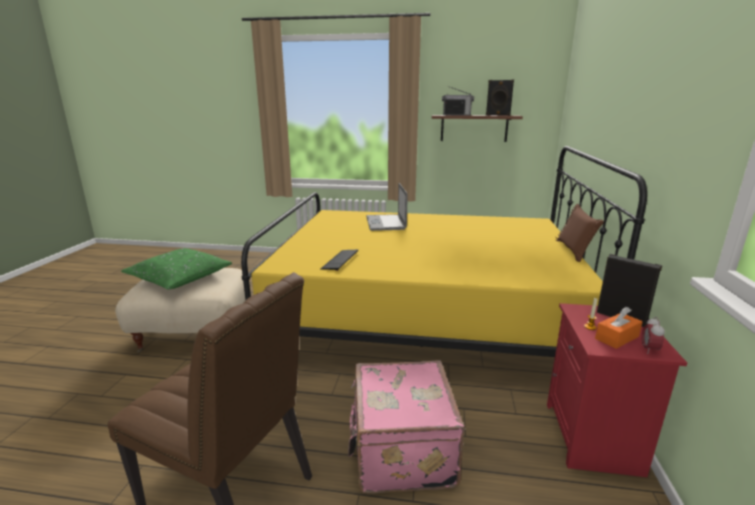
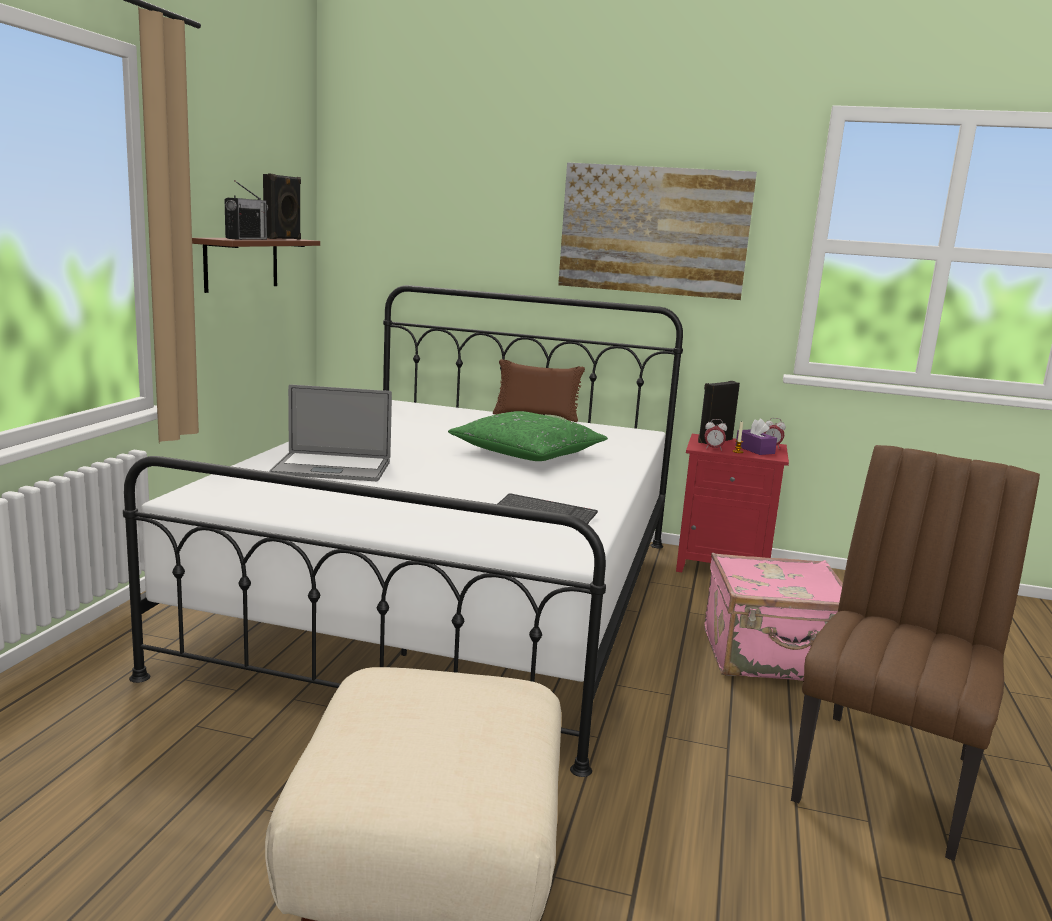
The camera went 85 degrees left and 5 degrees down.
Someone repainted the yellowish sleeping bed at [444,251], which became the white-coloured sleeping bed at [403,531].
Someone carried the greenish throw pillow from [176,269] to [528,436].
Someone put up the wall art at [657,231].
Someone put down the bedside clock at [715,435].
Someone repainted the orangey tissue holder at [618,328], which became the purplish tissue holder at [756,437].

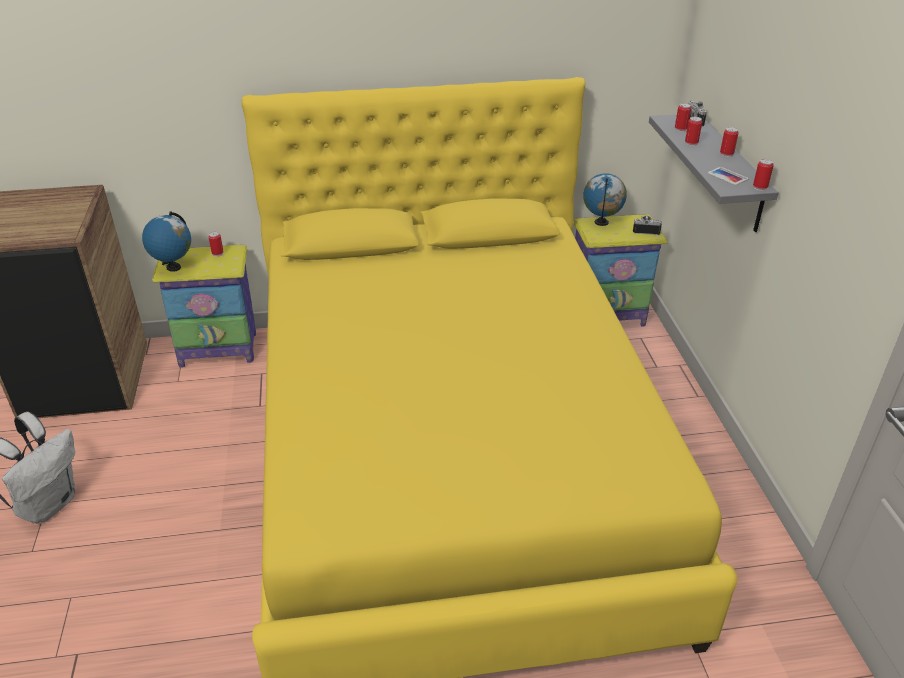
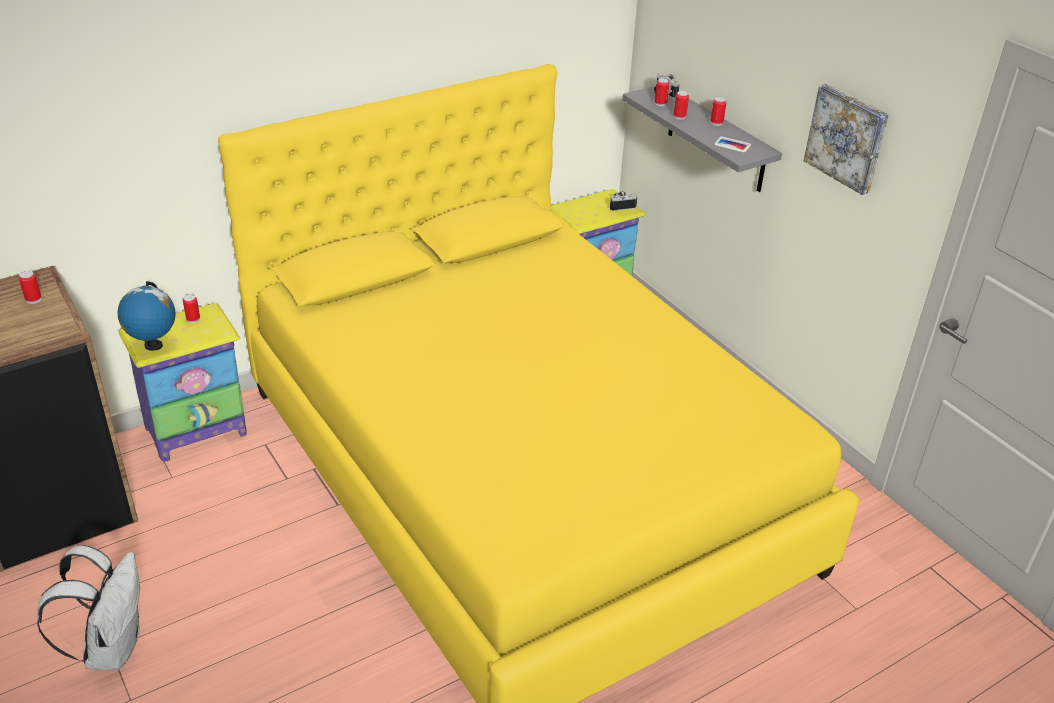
The camera went 25 degrees left and 0 degrees up.
Someone carried the sealed can from [763,175] to [30,287].
Someone put up the wall art at [846,139].
Someone took away the world globe at [605,199].

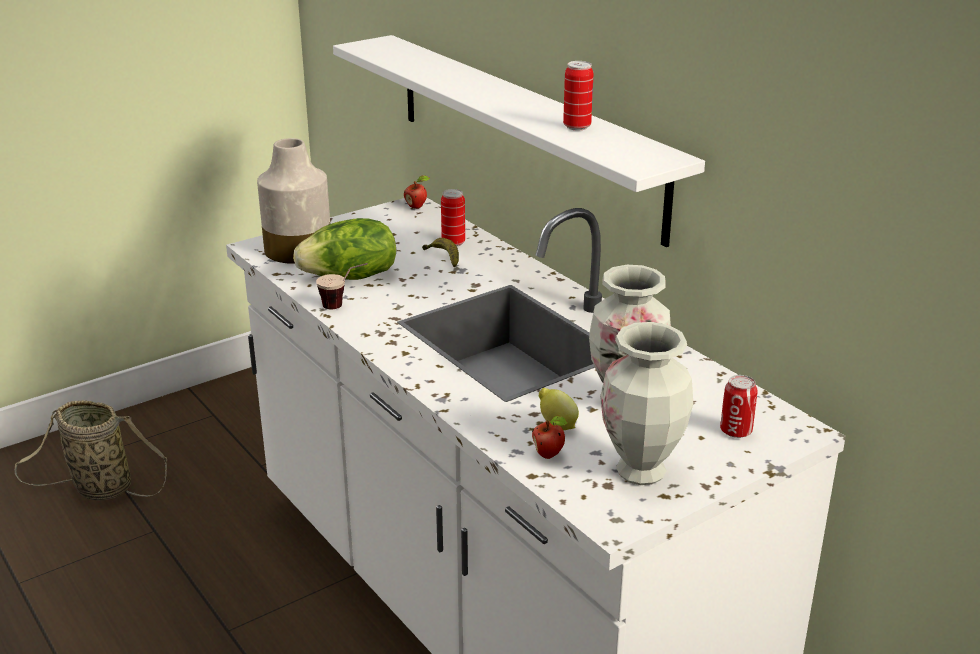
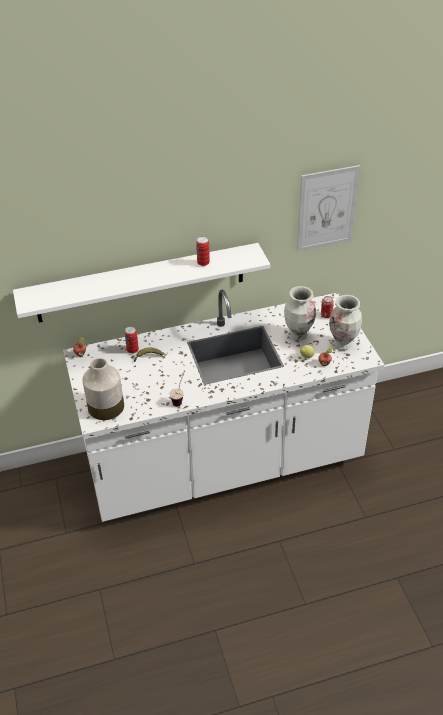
The camera went 70 degrees left and 15 degrees up.
Someone put up the wall art at [329,208].
Someone took away the storage basket at [91,450].
Someone took away the lettuce head at [344,249].

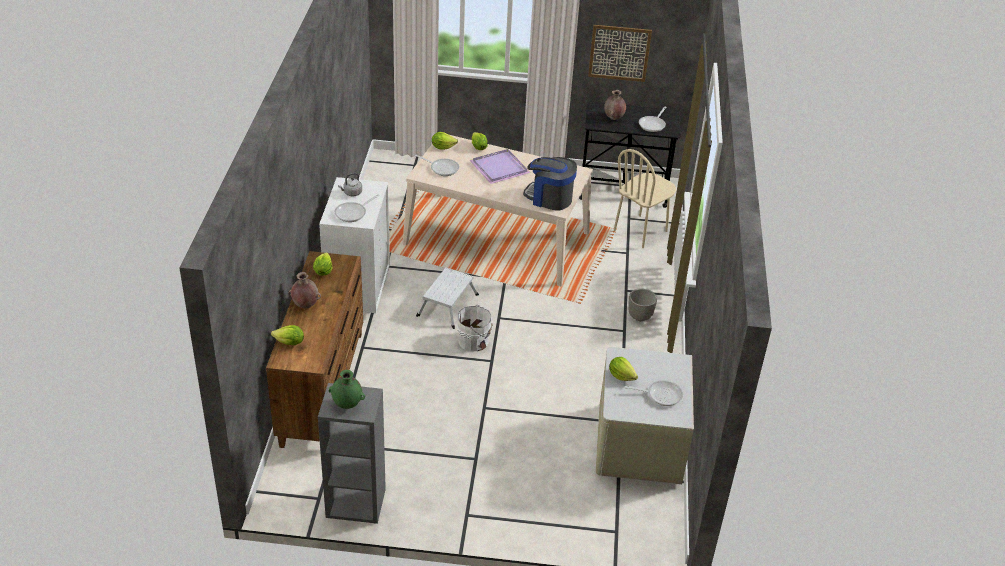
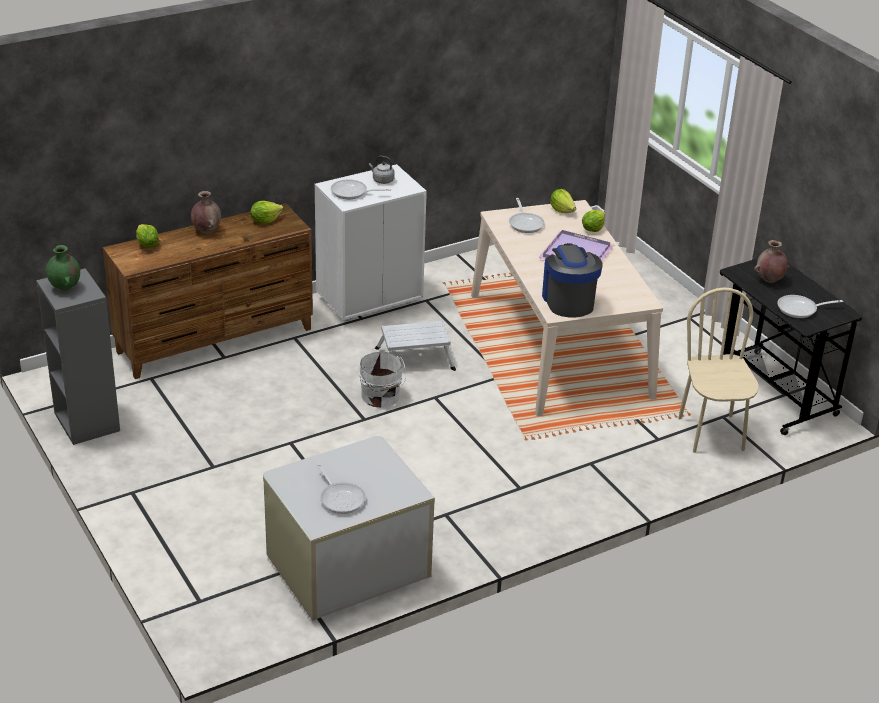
The camera went 55 degrees right and 5 degrees down.
Someone rotated the beige-coloured chair at [645,198] by 75 degrees clockwise.
Someone took away the wall art at [620,53].
Someone took away the lettuce head at [623,369].
Someone took away the plant pot at [642,304].

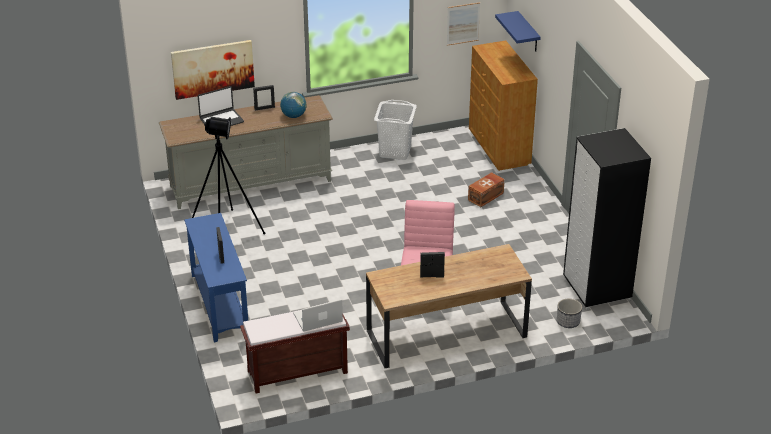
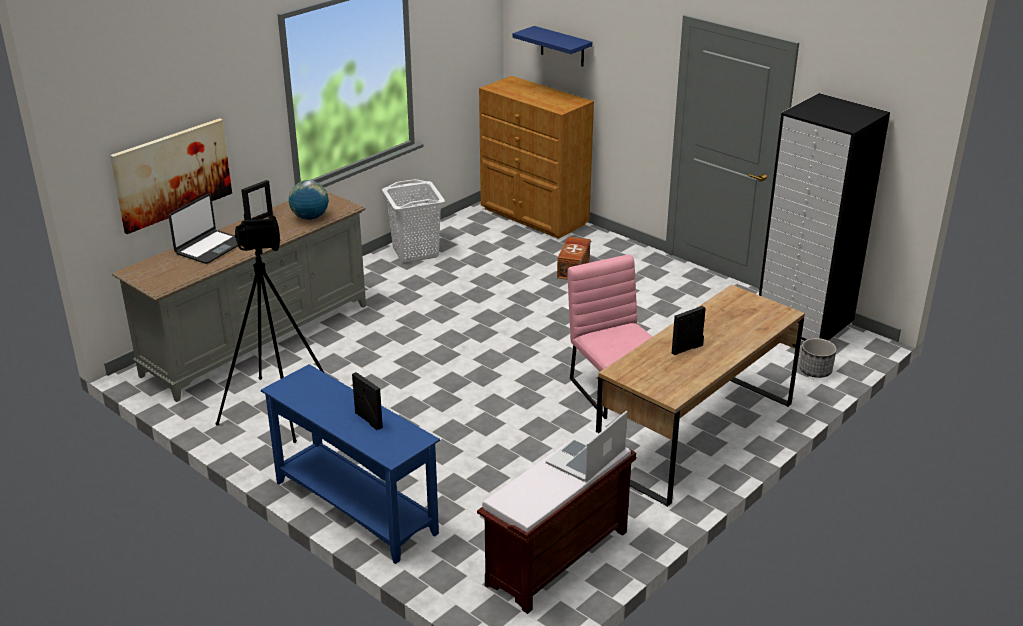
The camera went 30 degrees left and 5 degrees down.
Someone took away the wall art at [463,24].

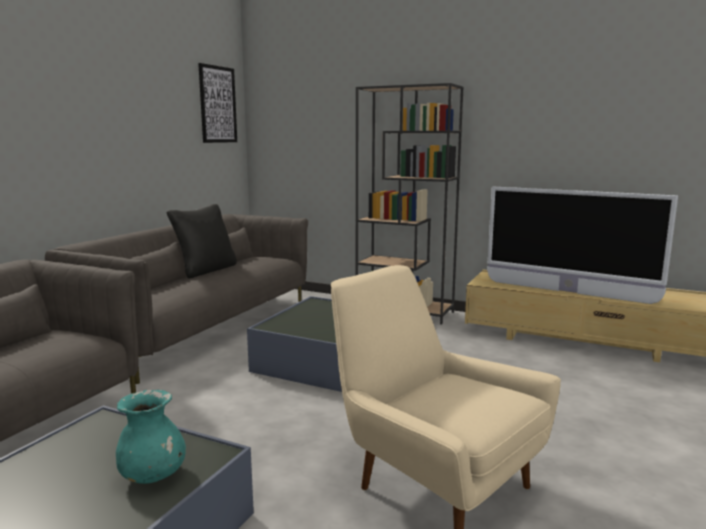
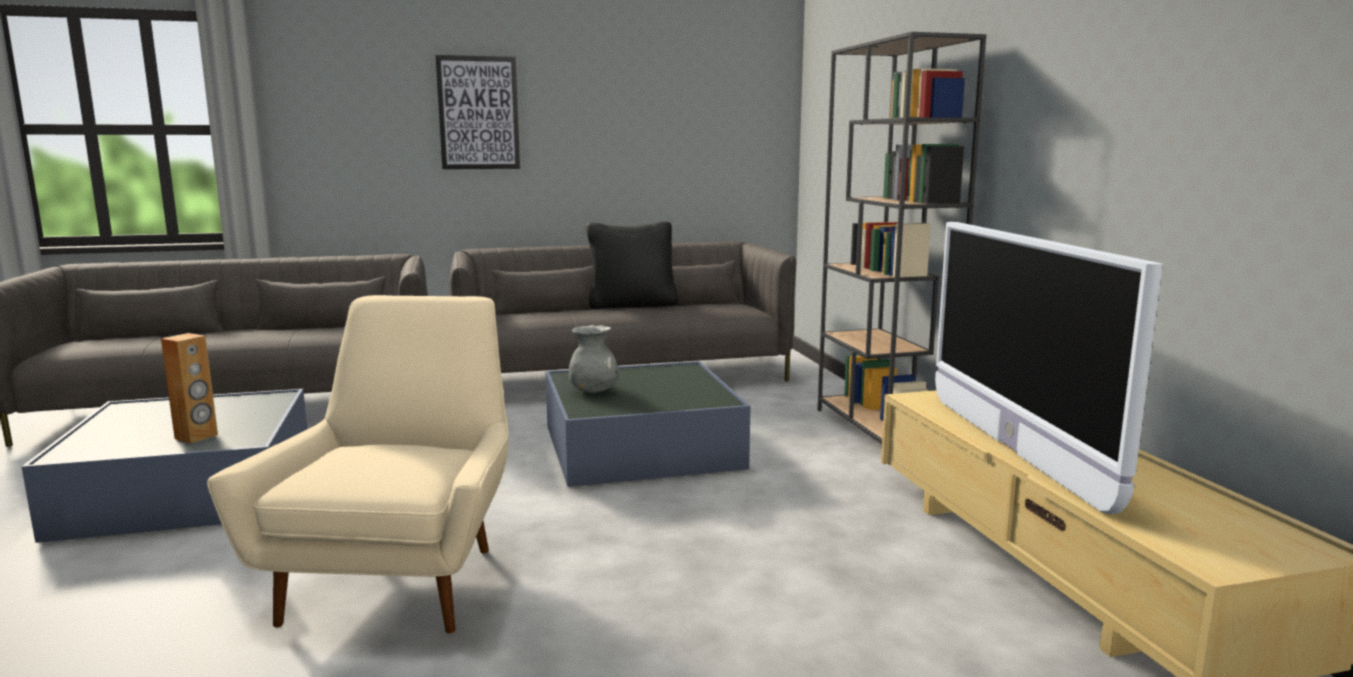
The camera went 50 degrees right and 0 degrees up.
Someone swapped the blue-green vase at [151,437] for the brown-coloured audio speaker at [189,388].
Someone carried the wall art from [217,103] to [478,112].
Someone put down the greyish vase at [594,359].

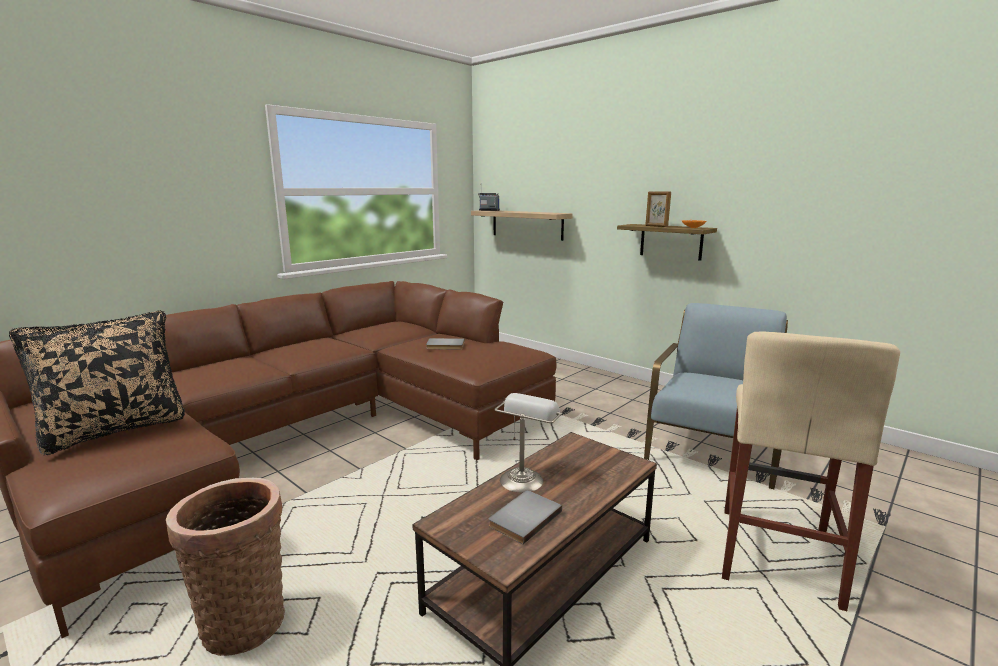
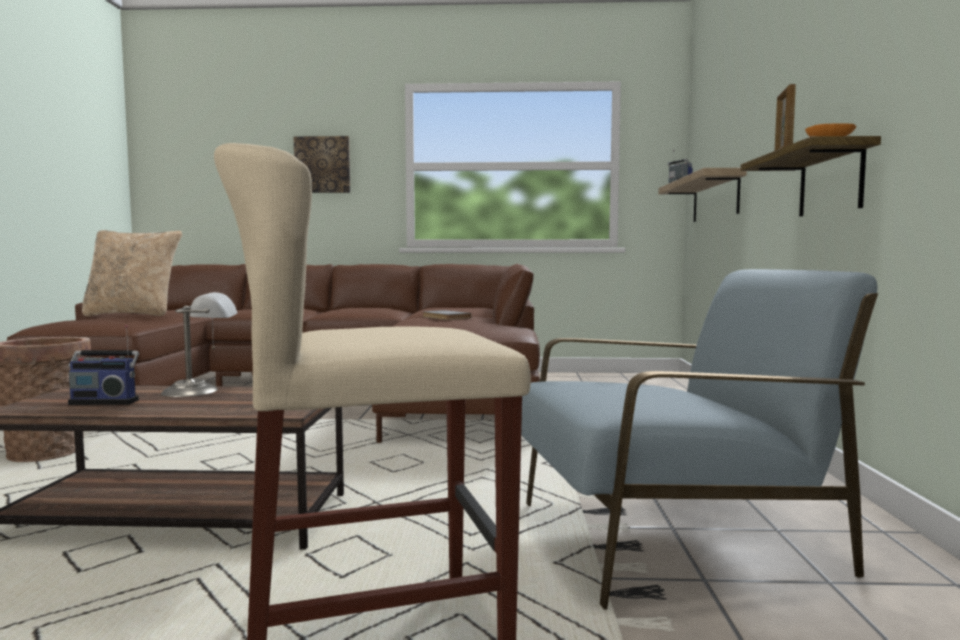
The camera went 50 degrees right and 10 degrees down.
Someone swapped the greyish volume at [525,517] for the radio at [103,365].
Someone repainted the black-coloured throw pillow at [97,382], which became the beige-coloured throw pillow at [132,273].
Someone put up the wall art at [322,164].

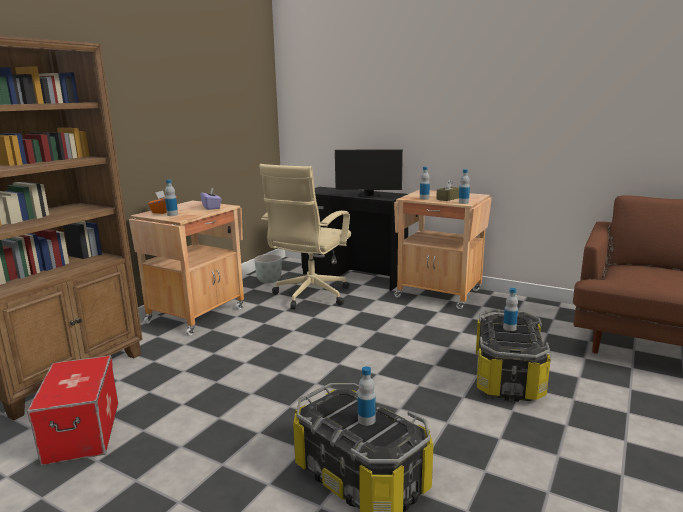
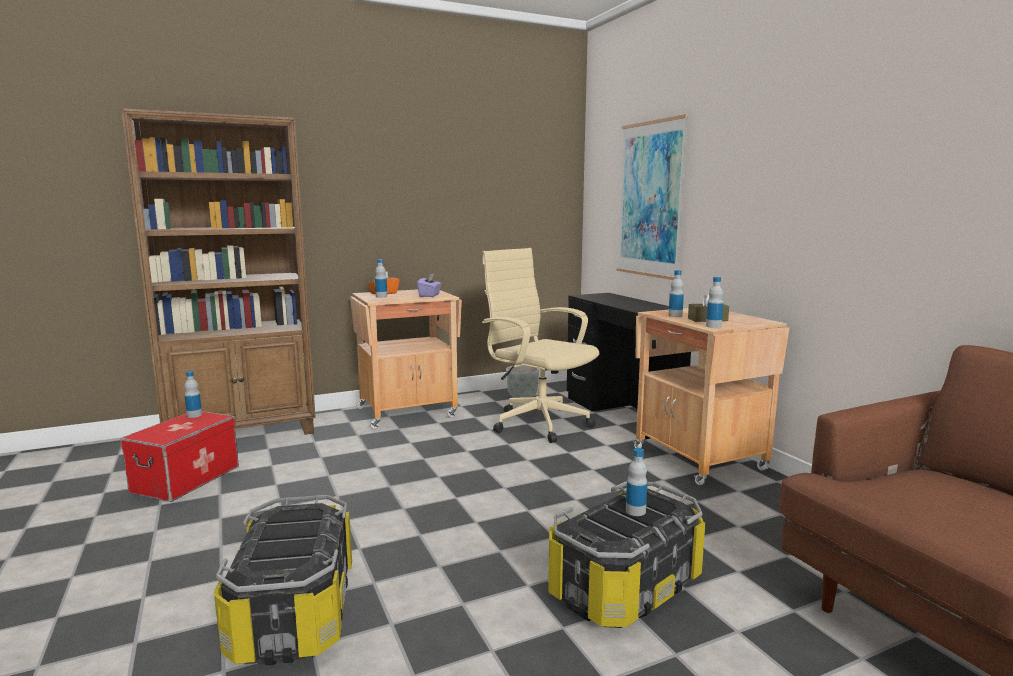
The camera went 35 degrees right and 5 degrees down.
Someone carried the beverage bottle from [367,396] to [193,394].
Someone rotated the beige-coloured desk chair at [305,236] by 75 degrees clockwise.
Someone put up the wall art at [652,197].
Someone took away the computer display at [369,173].

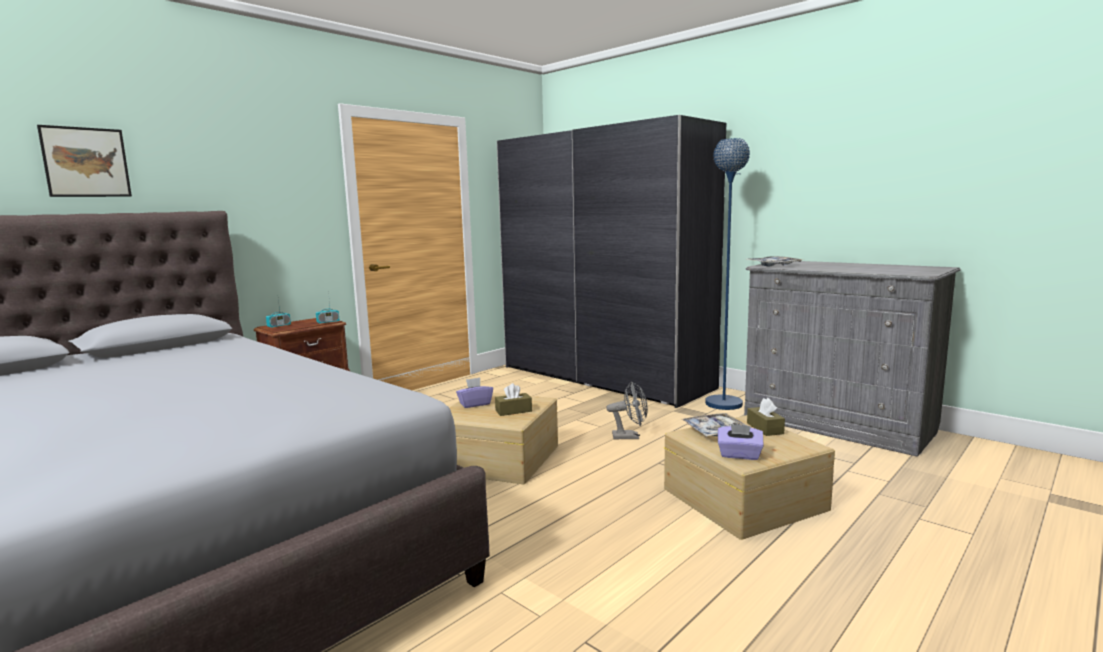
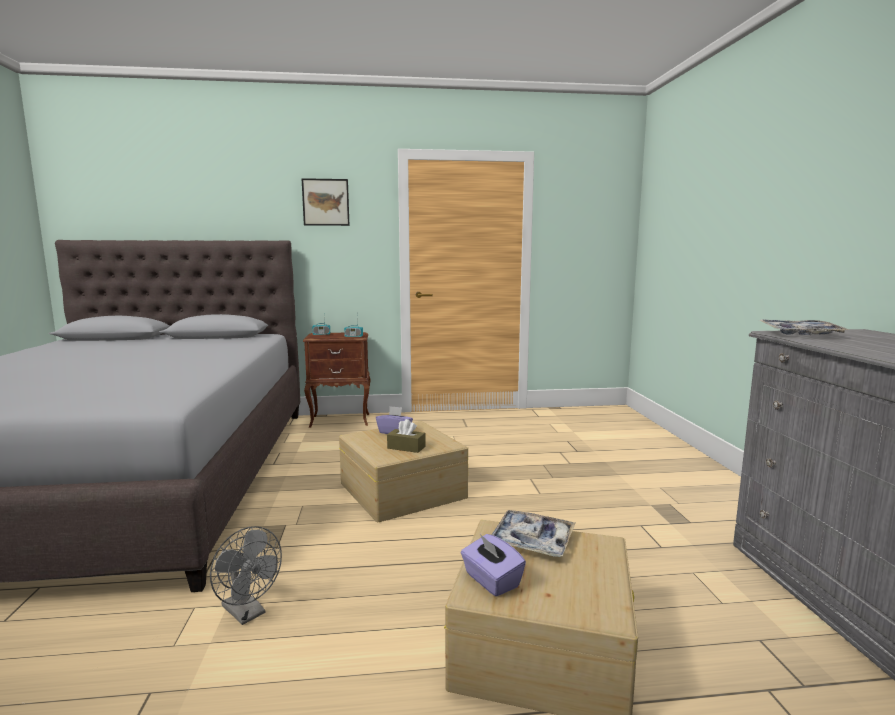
The camera went 40 degrees right and 0 degrees up.
Someone carried the greyish cooling fan from [627,410] to [246,575].
Someone carried the wall art from [84,161] to [325,202].
Someone took away the greyish clothes cupboard at [611,261].
Someone took away the bluish standing lamp at [727,274].
Someone took away the brown-coloured tissue holder at [766,417].

